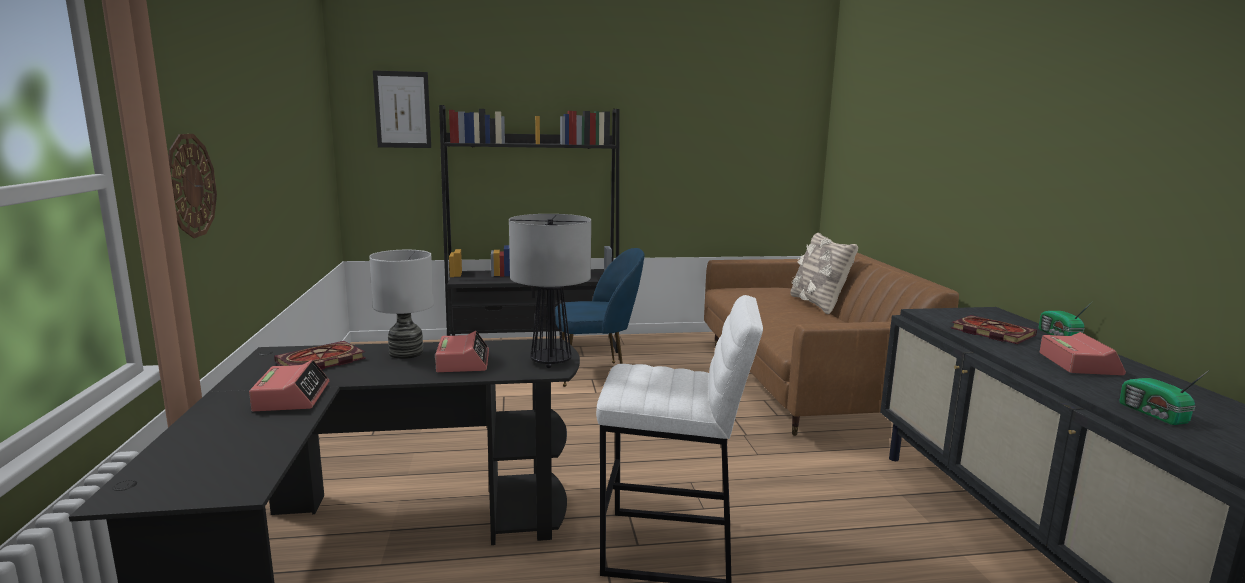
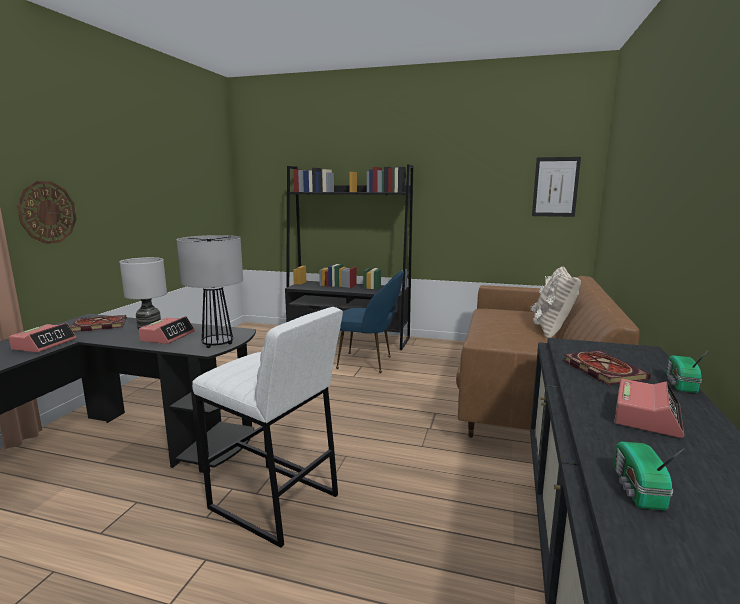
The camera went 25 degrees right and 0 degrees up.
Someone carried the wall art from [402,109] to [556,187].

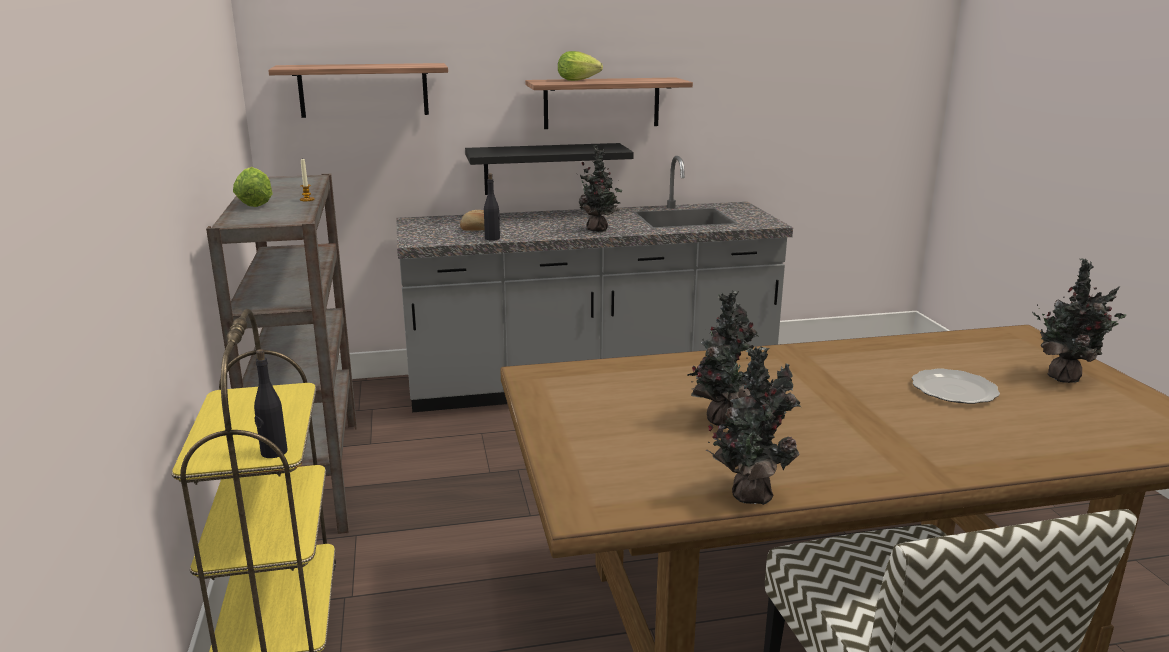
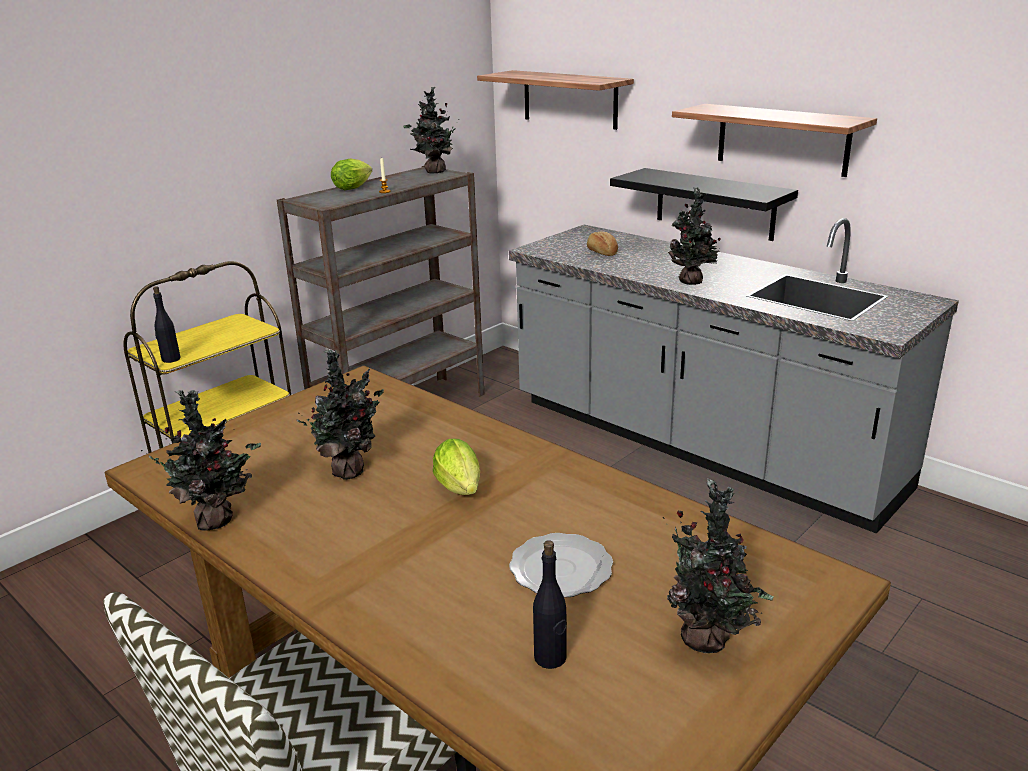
The camera went 55 degrees right and 5 degrees up.
Someone put down the potted plant at [429,130].
Someone carried the lettuce head from [580,66] to [456,467].
Someone carried the black-coloured beverage bottle from [492,207] to [550,604].

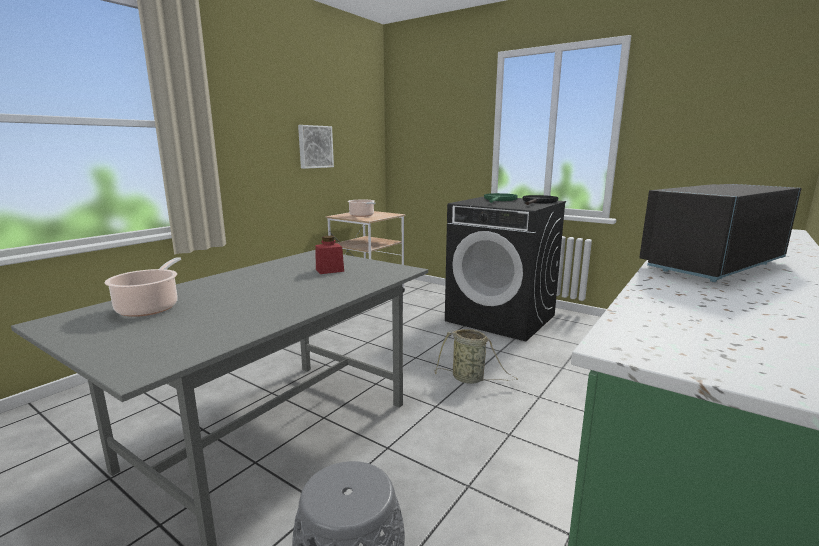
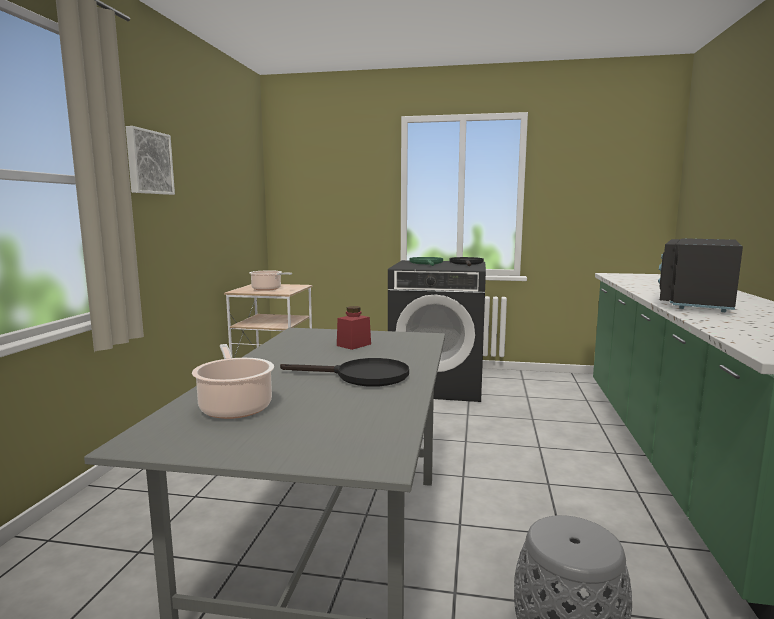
The camera went 25 degrees left and 5 degrees down.
Someone carried the wall art from [316,147] to [150,160].
Someone put down the black-coloured skillet at [344,372].
Someone took away the storage basket at [476,356].

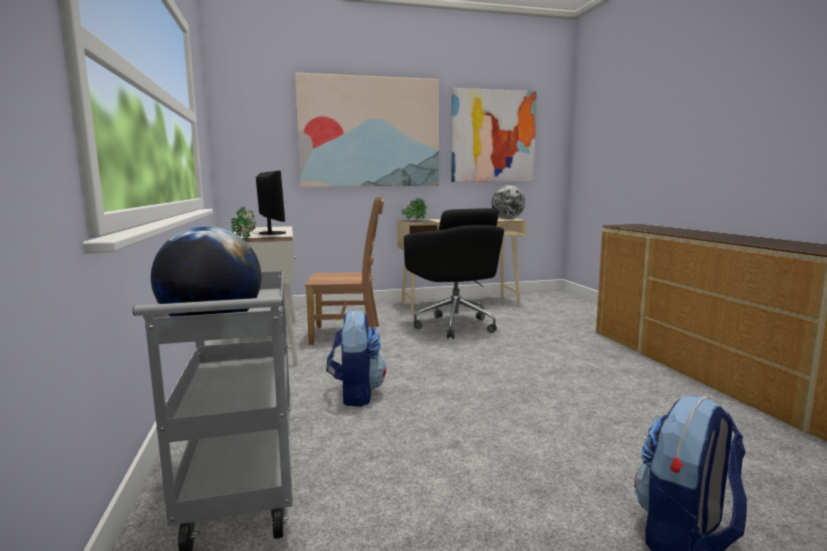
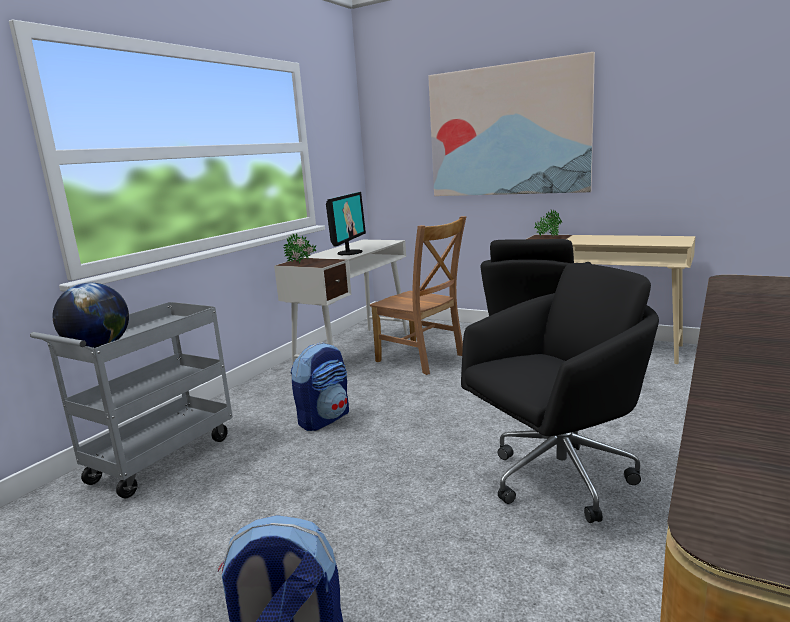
The camera went 45 degrees right and 5 degrees up.
Someone put down the black-coloured desk chair at [560,393].
Someone took away the wall art at [494,135].
Someone took away the world globe at [508,202].

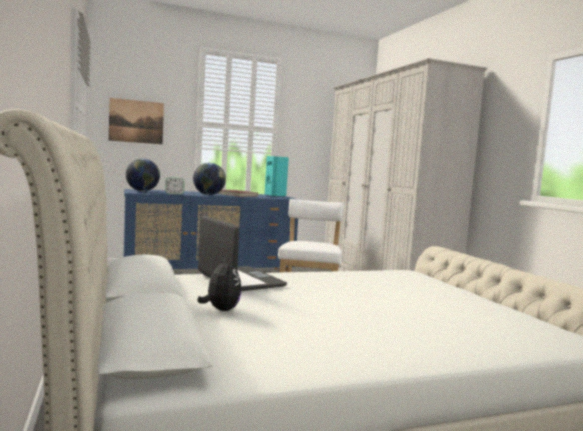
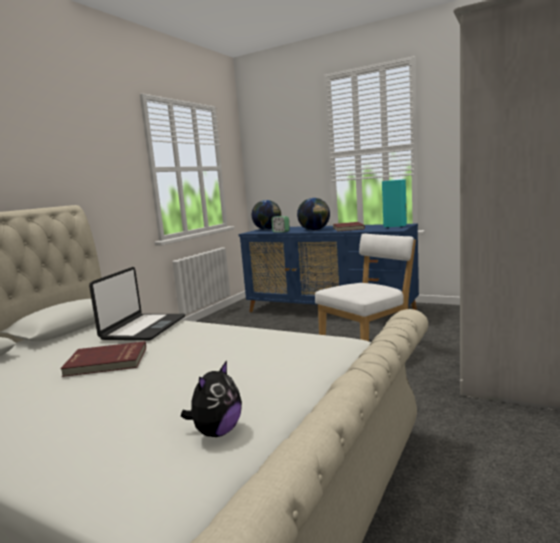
The camera went 50 degrees right and 5 degrees up.
Someone put down the reddish volume at [103,359].
Someone carried the soft toy from [220,284] to [211,398].
Someone took away the wall art at [136,121].

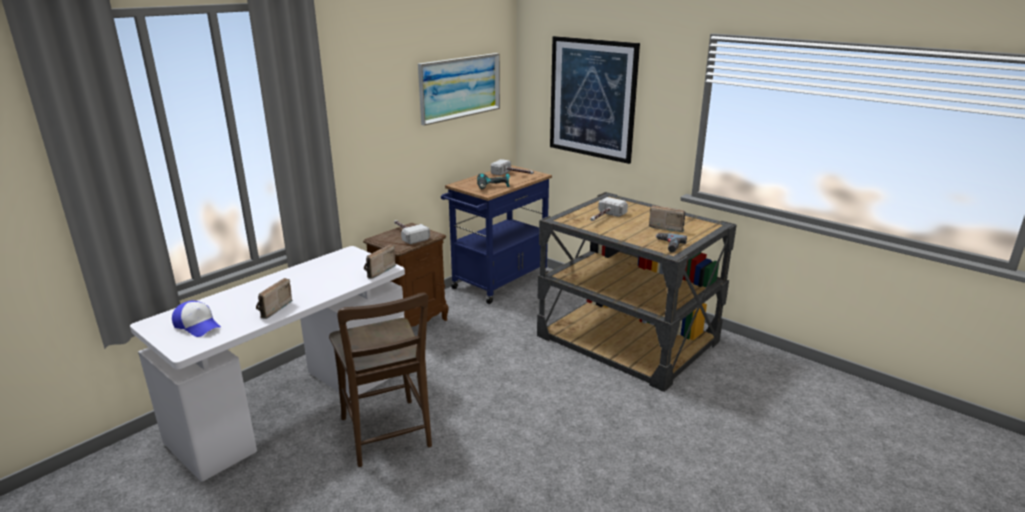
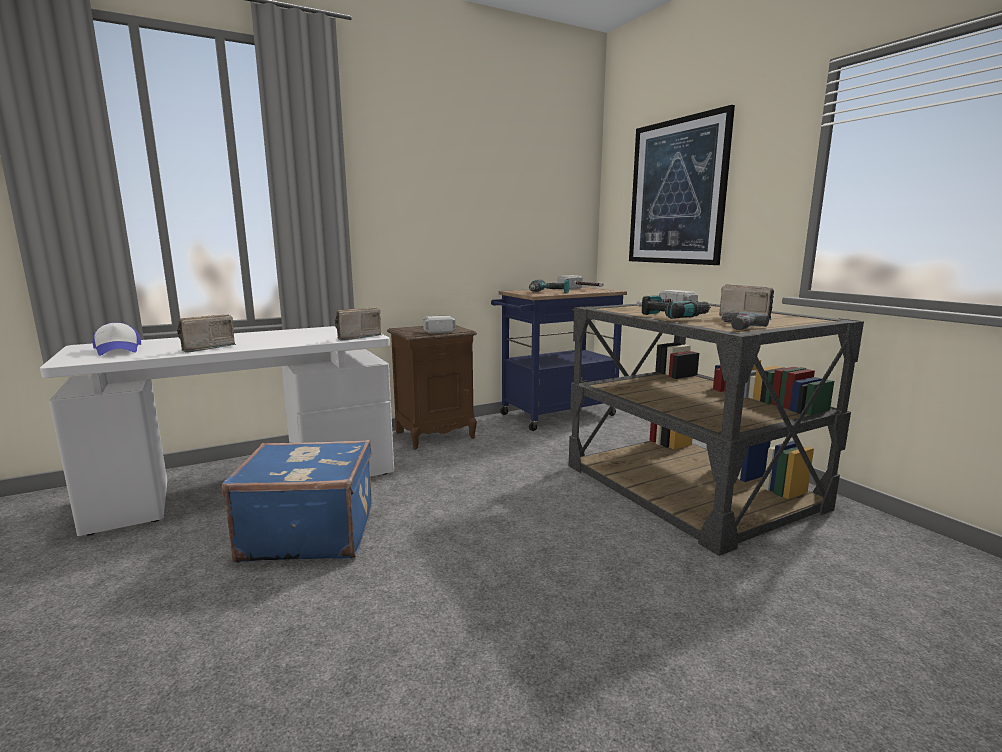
The camera went 20 degrees right and 10 degrees down.
Someone swapped the brown-coloured chair at [380,379] for the bluish piece of luggage at [297,501].
Someone put down the electric drill at [676,307].
Someone took away the wall art at [459,89].

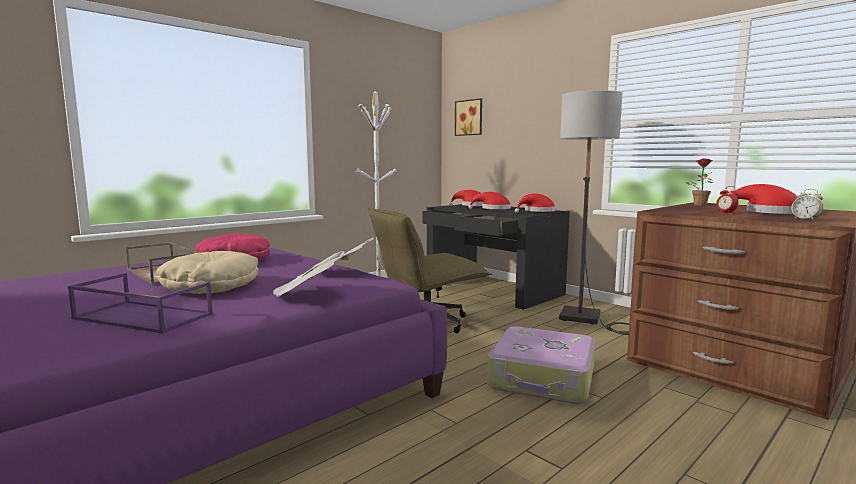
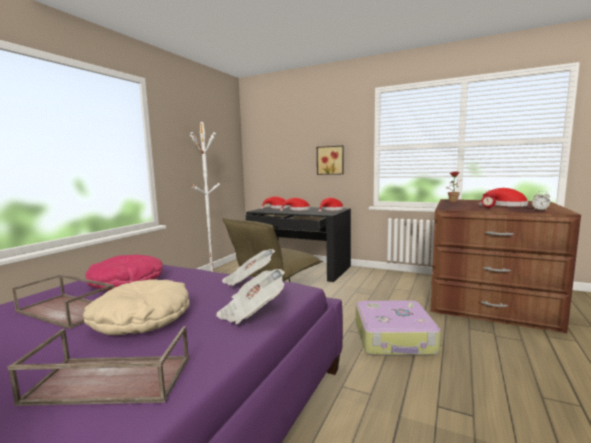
The camera went 20 degrees left and 0 degrees up.
Someone repainted the purplish tray at [140,303], which became the brown-coloured tray at [98,366].
Someone carried the wall art from [468,117] to [330,160].
Someone took away the standing lamp at [594,212].

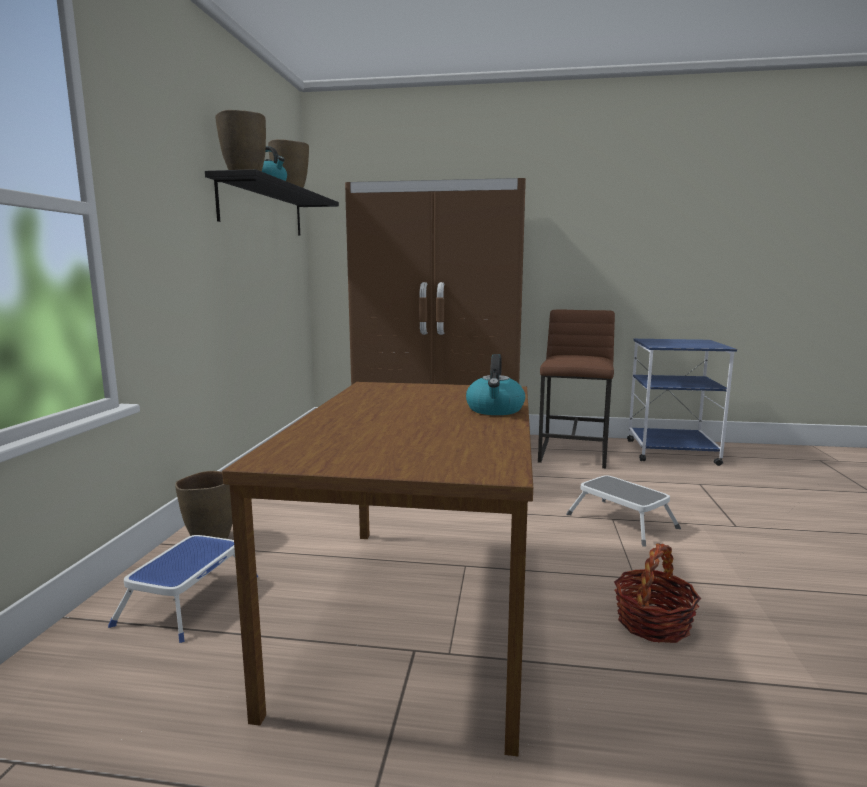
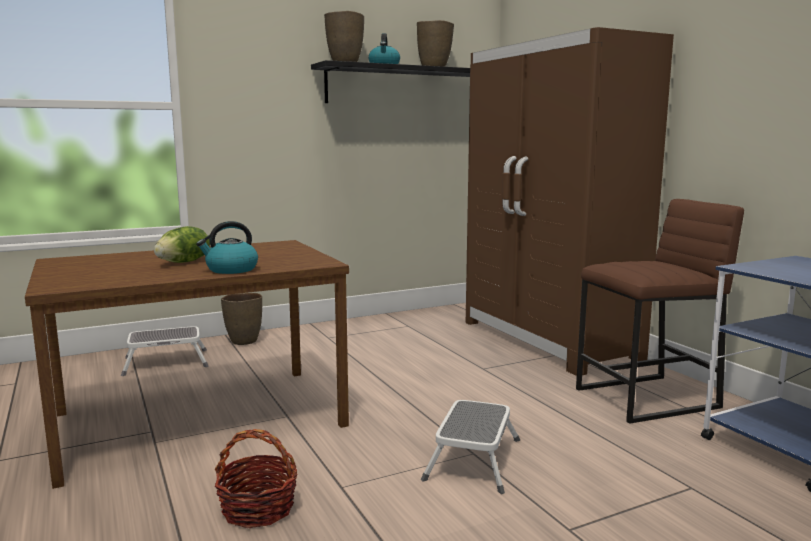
The camera went 55 degrees right and 0 degrees up.
Someone repainted the bluish stepladder at [183,589], which became the greyish stepladder at [165,351].
Someone put down the lettuce head at [182,244].

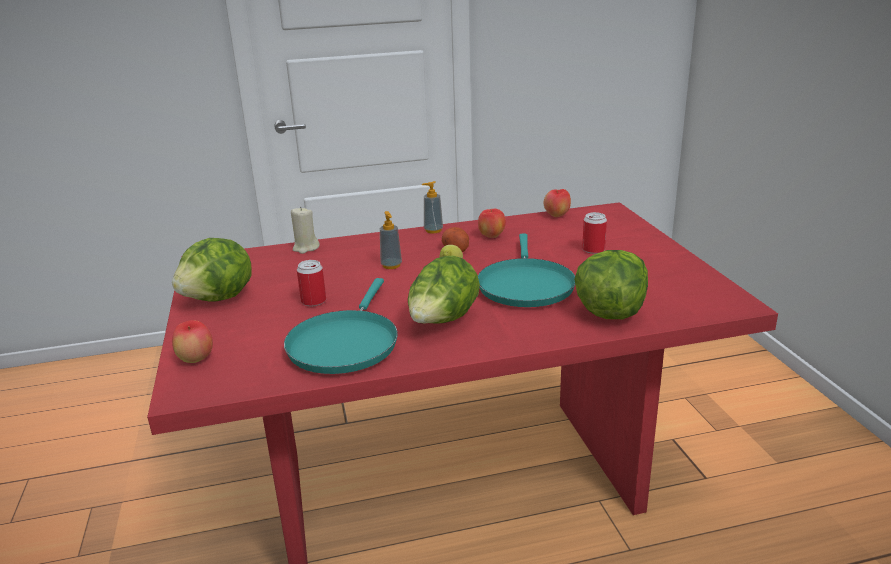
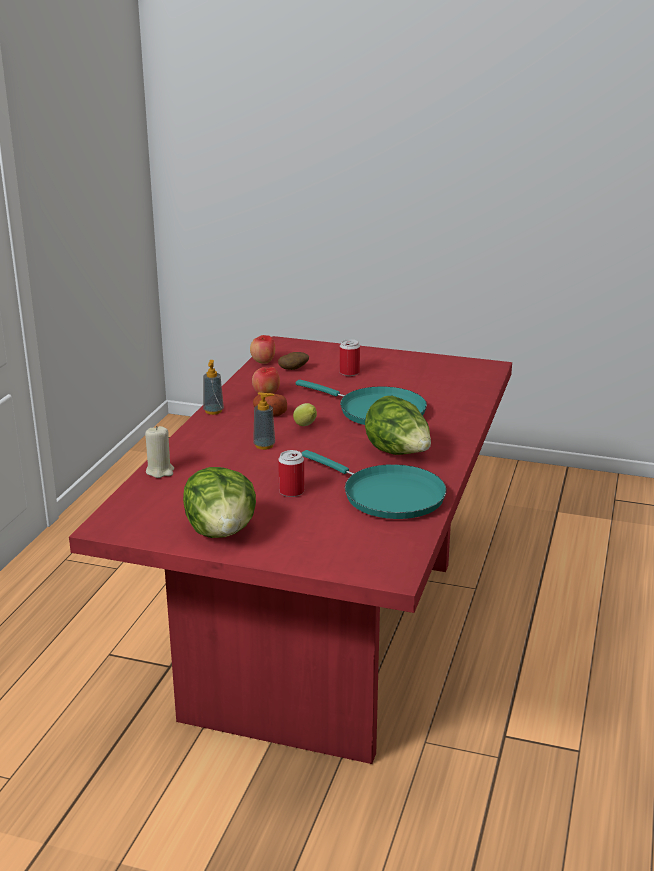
The camera went 60 degrees left and 0 degrees up.
Someone put down the whole potato at [293,361].
Someone took away the whole apple at [192,341].
Someone took away the lettuce head at [611,284].

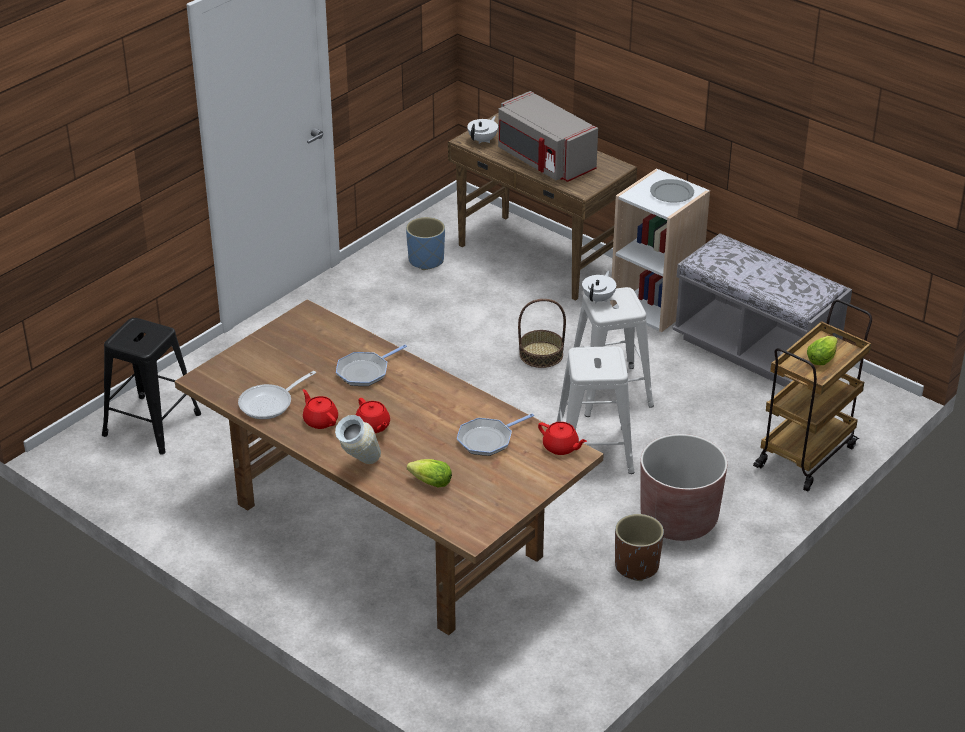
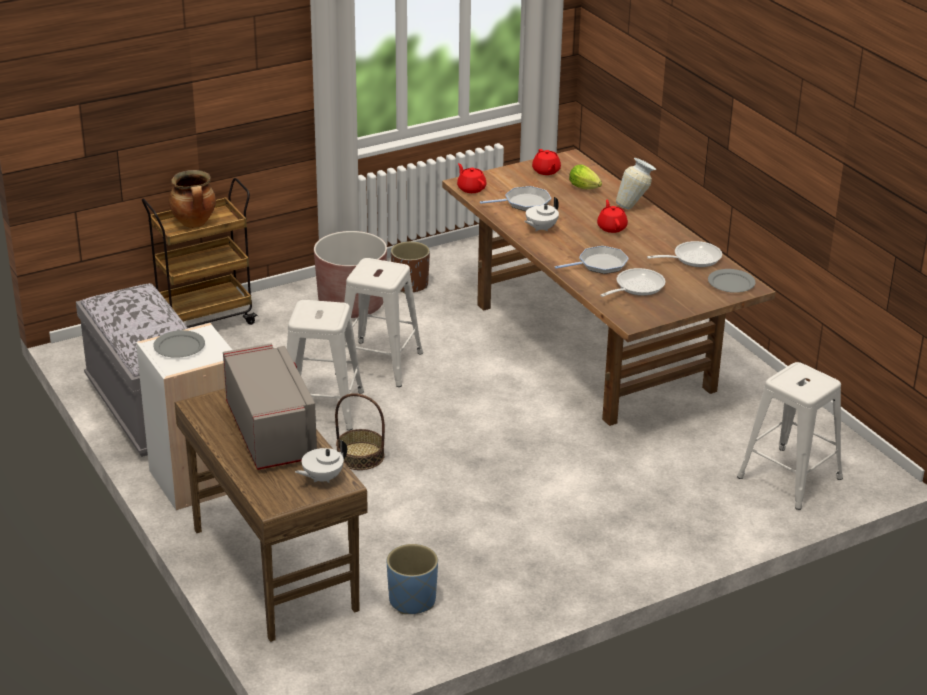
The camera went 160 degrees left and 5 degrees down.
Someone swapped the lettuce head at [822,350] for the cooking pot at [192,199].
Someone carried the white-coloured pot for tea from [599,287] to [541,214].
Someone carried the reddish pot for tea from [320,409] to [546,162].
Someone put down the skillet at [633,282].
Someone put down the greyish dinner plate at [732,281].
Someone repainted the black-coloured stool at [151,386], which became the white-coloured stool at [790,436].

